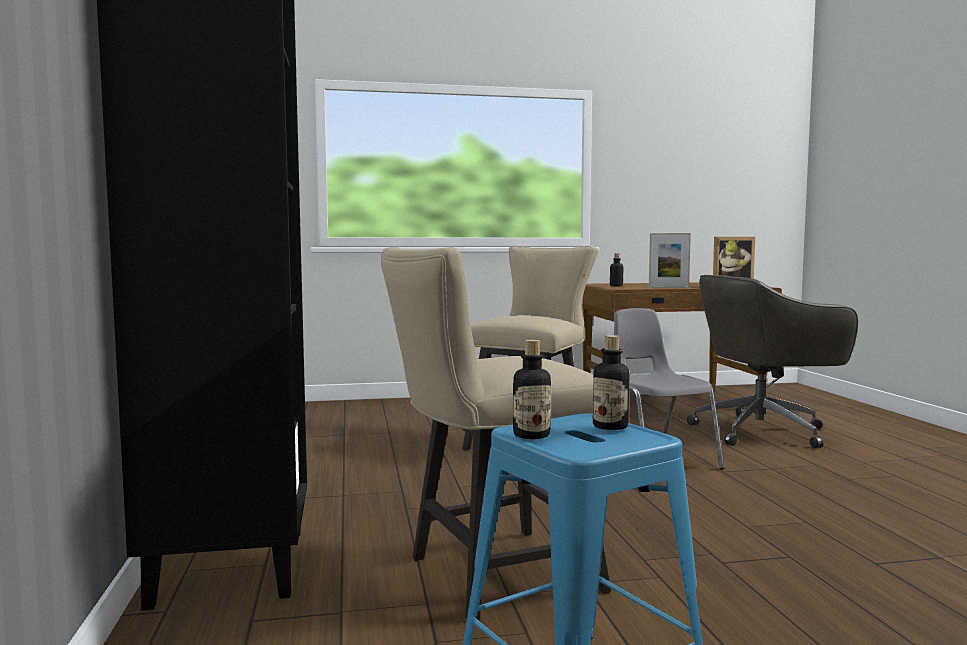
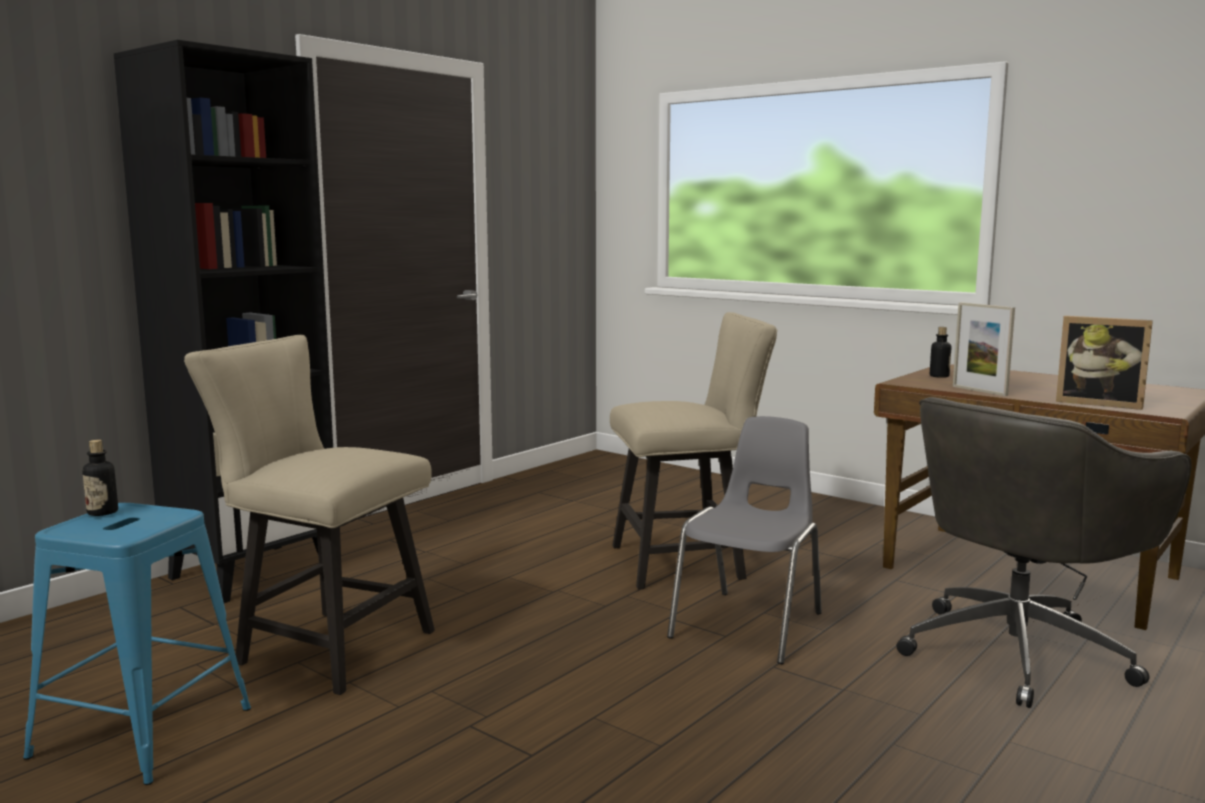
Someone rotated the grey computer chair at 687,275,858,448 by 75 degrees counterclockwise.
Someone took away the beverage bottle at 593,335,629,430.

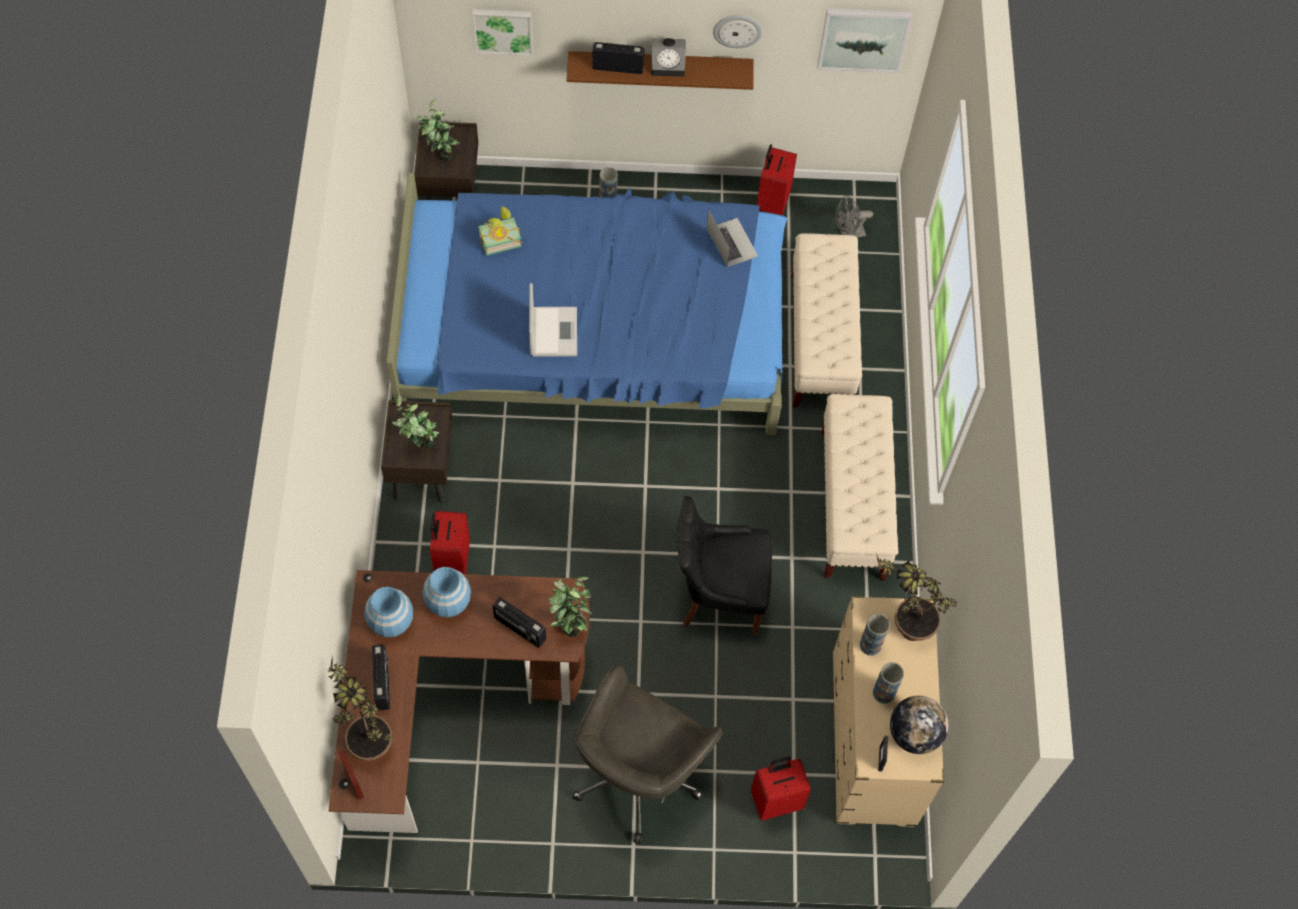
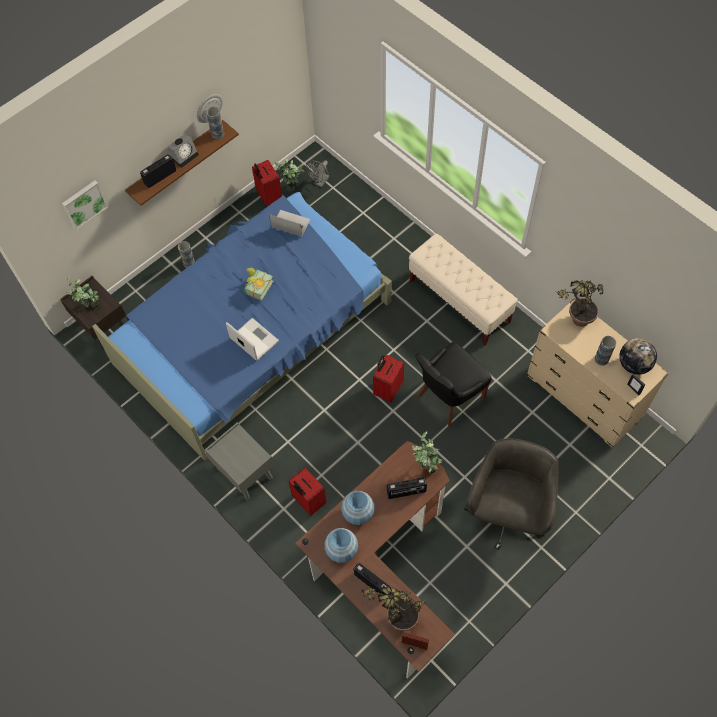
Someone took away the wall art at 817,8,913,73.
Someone carried the volume from 478,206,522,256 to 244,267,274,301.
Someone took away the beige-coloured bench at 791,233,862,407.
Someone carried the potted plant from 392,395,439,448 to 275,158,304,185.
Someone repainted the brownish bedside table at 381,400,453,503, which became the grey bedside table at 205,422,274,500.
Someone carried the decorative vase from 860,614,890,656 to 206,107,224,139.
Someone rotated the grey computer chair at 573,665,723,844 by 150 degrees counterclockwise.
Someone carried the red-coloured piece of luggage from 751,756,811,821 to 373,355,404,402.

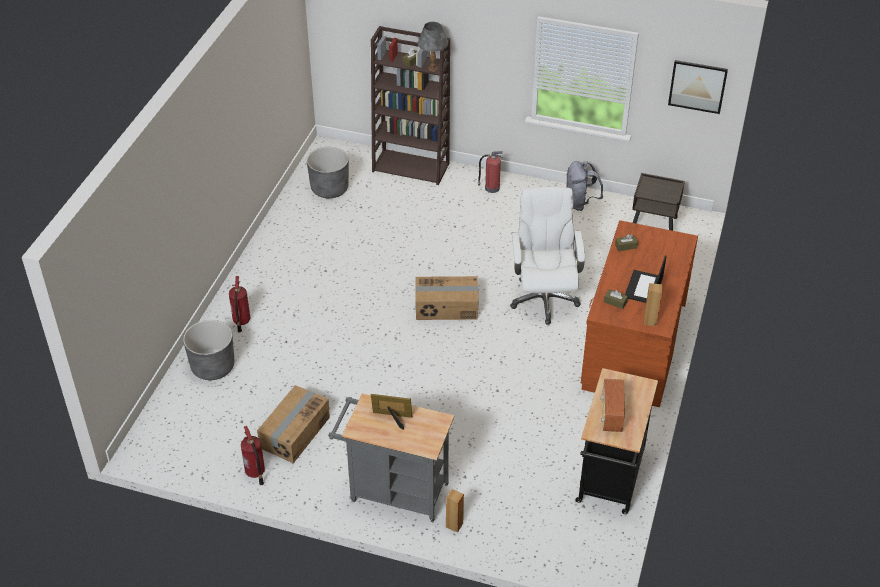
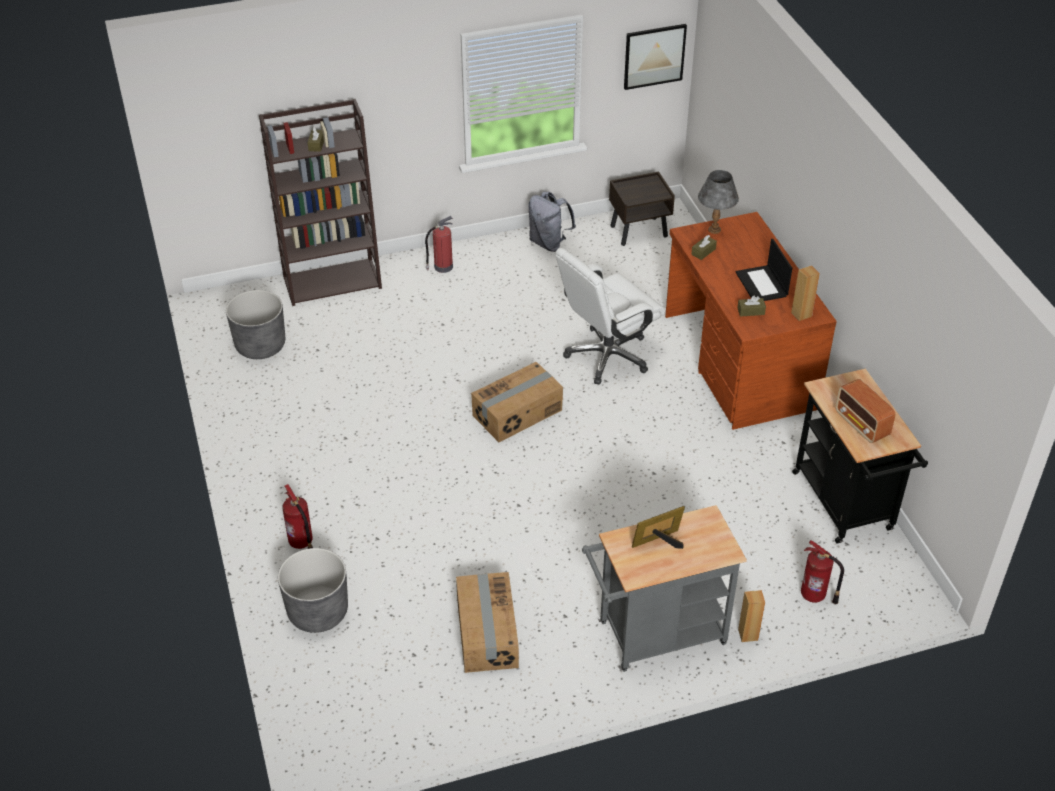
Someone carried the grey tabletop lamp from 418,22,448,72 to 698,170,739,234.
Someone rotated the whitish computer chair at 510,187,585,324 by 90 degrees counterclockwise.
Someone carried the fire-fighting cylinder from 241,426,265,485 to 801,540,844,604.

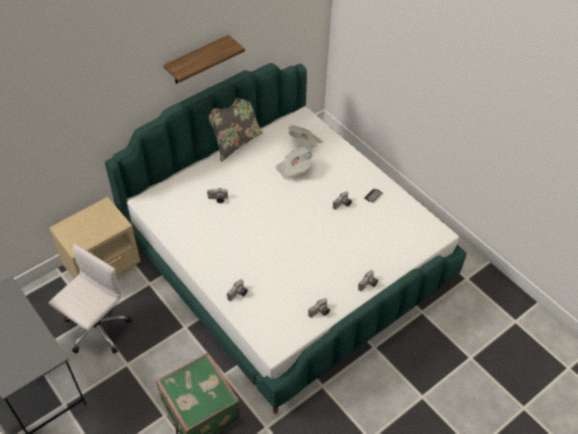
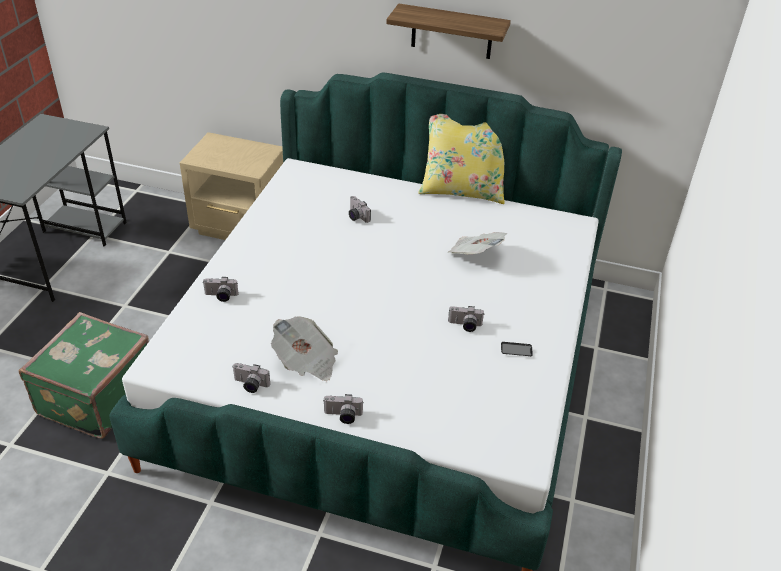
Someone repainted the grey throw pillow at 209,97,263,162, which became the yellowish throw pillow at 418,114,505,204.
Someone carried the newspaper from 288,125,323,147 to 271,316,338,381.
Someone took away the whitish computer chair at 49,244,132,354.

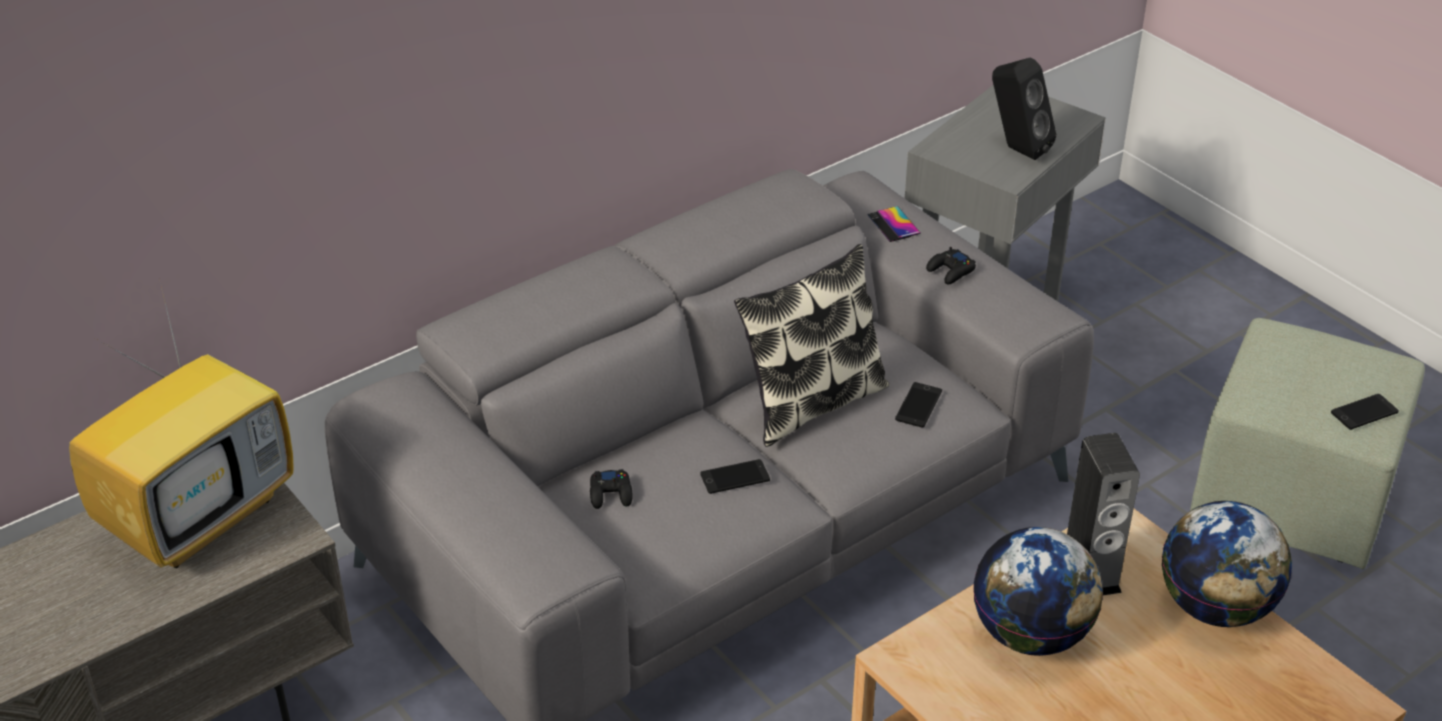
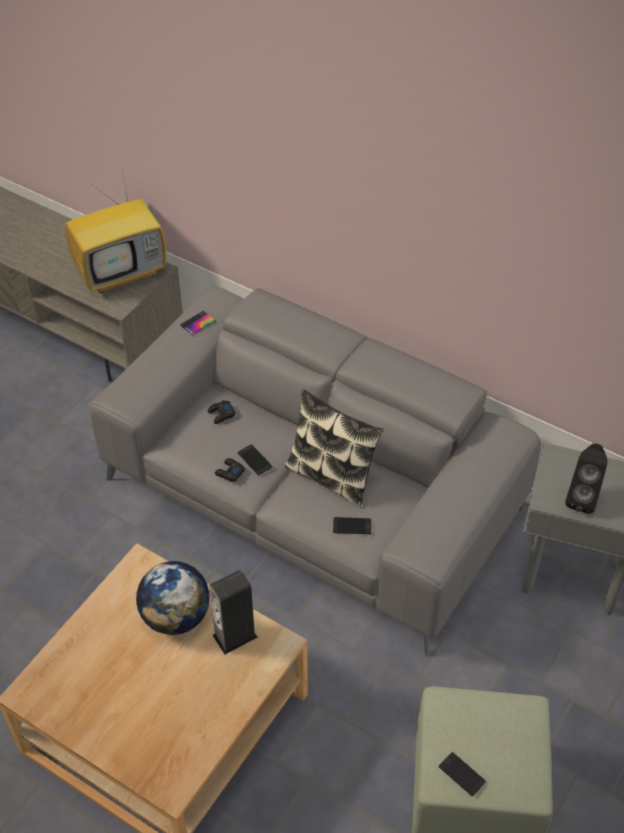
Someone carried the handset from 867,206,921,242 to 180,311,216,335.
Someone carried the black joypad from 926,247,976,284 to 215,458,245,482.
Someone rotated the television at 69,287,294,568 by 45 degrees counterclockwise.
Someone took away the globe at 1162,501,1292,627.

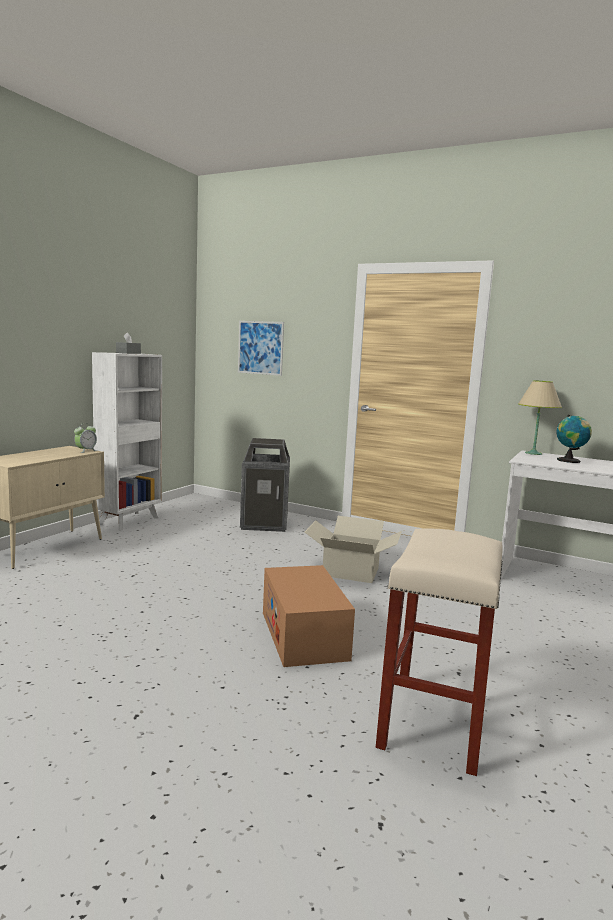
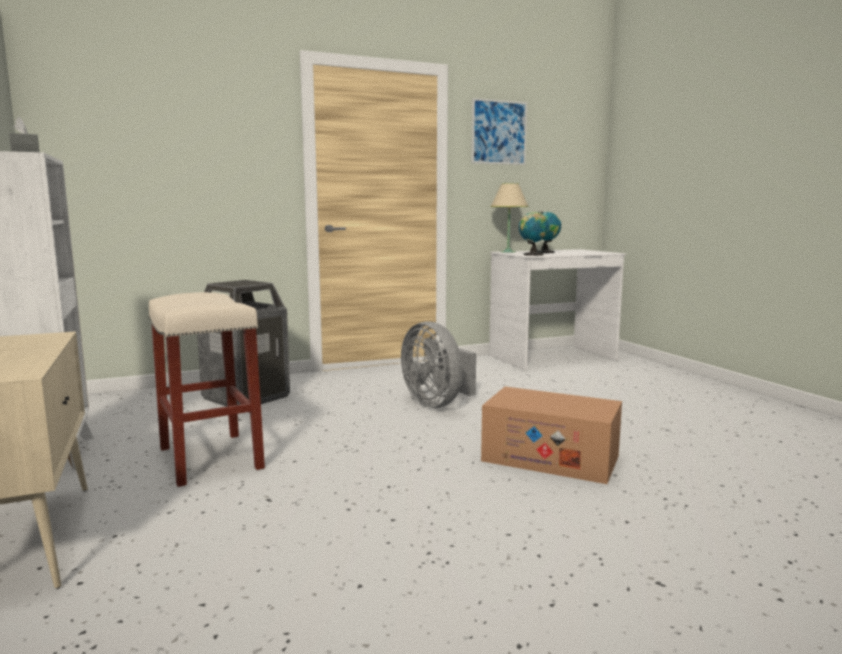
Someone carried the wall art from 238,321,284,376 to 471,98,527,165.
Someone took away the bedside clock at 74,423,97,453.
Someone swapped the carton at 305,516,402,583 for the grey cooling fan at 401,321,476,408.
Someone carried the beige-coloured stool seat from 376,528,503,776 to 148,292,265,487.
Someone put down the globe at 519,211,549,256.

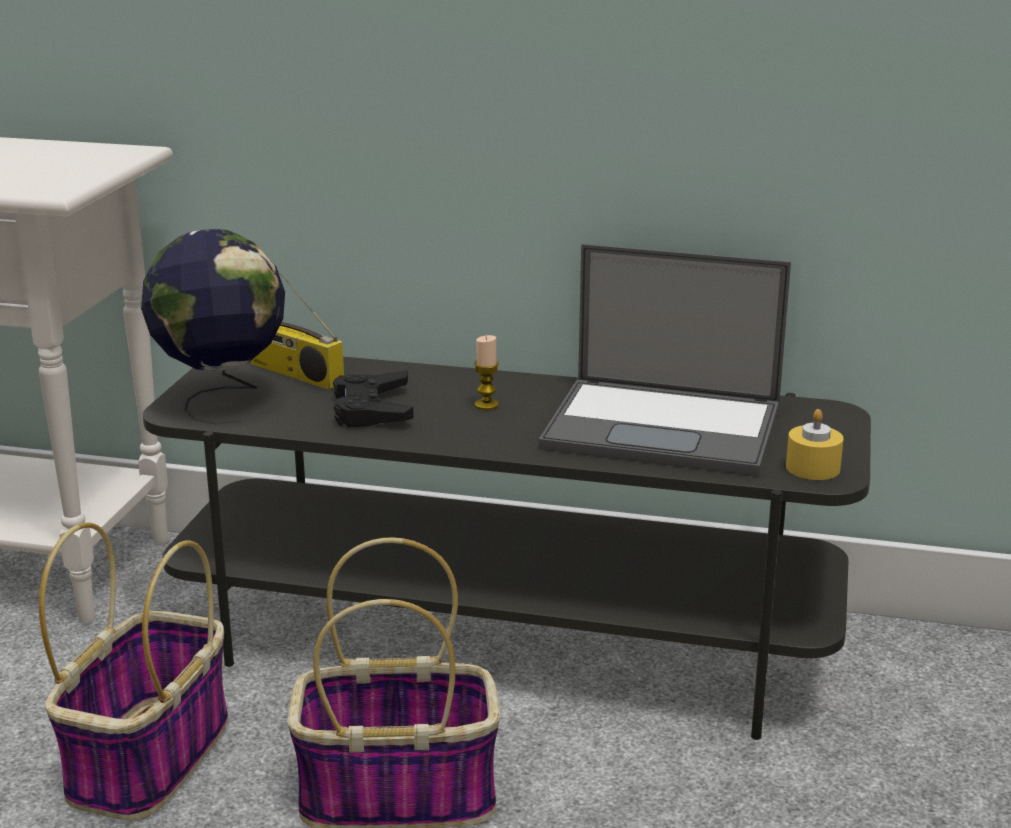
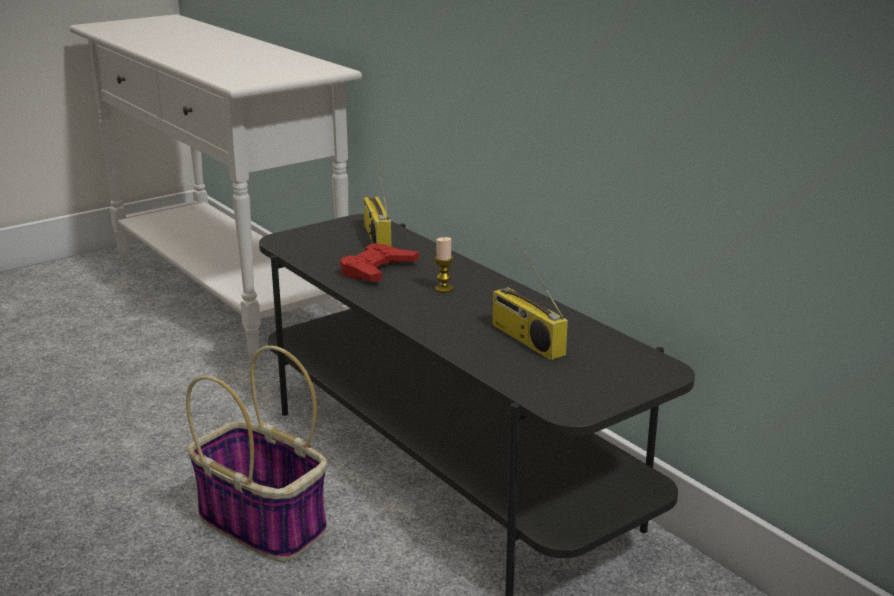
Someone took away the globe at 141,229,285,425.
Someone swapped the portable computer at 539,244,791,476 for the radio at 492,238,568,360.
Someone repainted the black joypad at 333,370,414,427, which became the red-coloured joypad at 340,243,419,281.
Someone took away the yellowish wax candle at 786,409,844,480.
Someone took away the basket at 39,522,229,821.

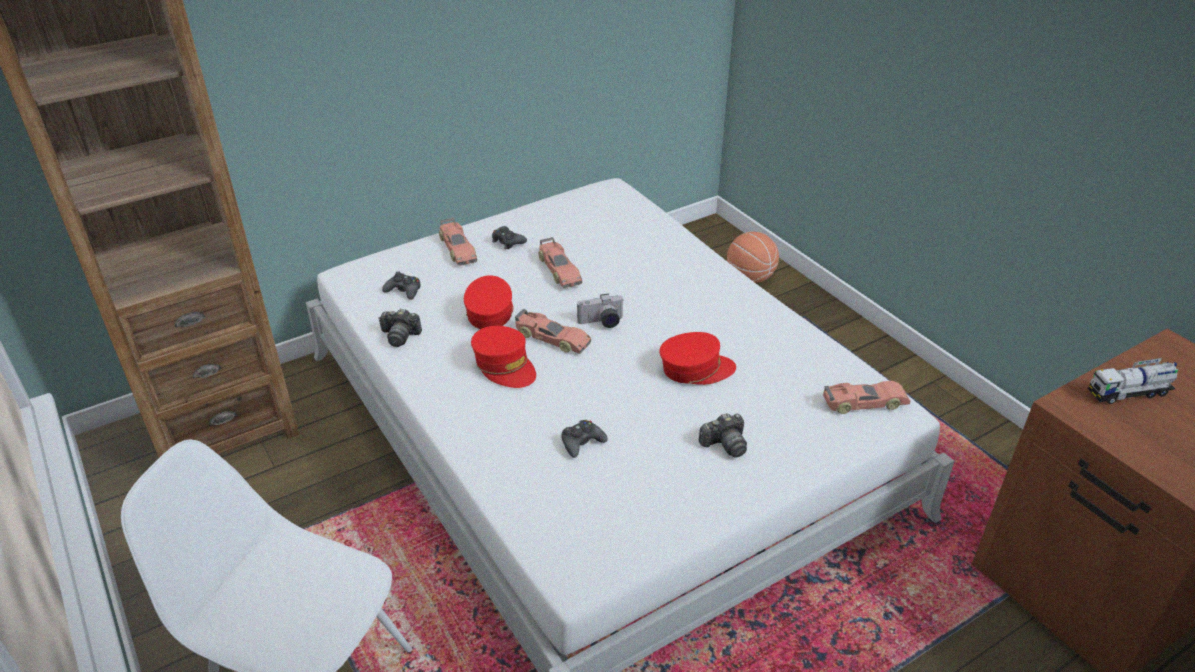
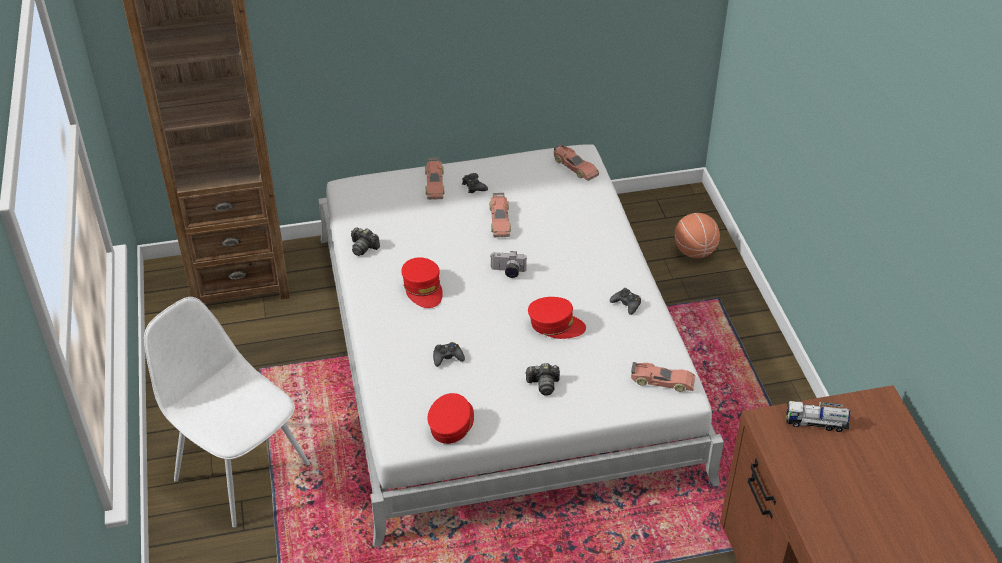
Someone carried the black joypad from 382,271,420,300 to 610,288,641,315.
Someone carried the red-coloured baseball cap from 464,275,513,329 to 427,393,474,444.
Someone carried the toy car from 515,309,591,354 to 554,143,599,181.

